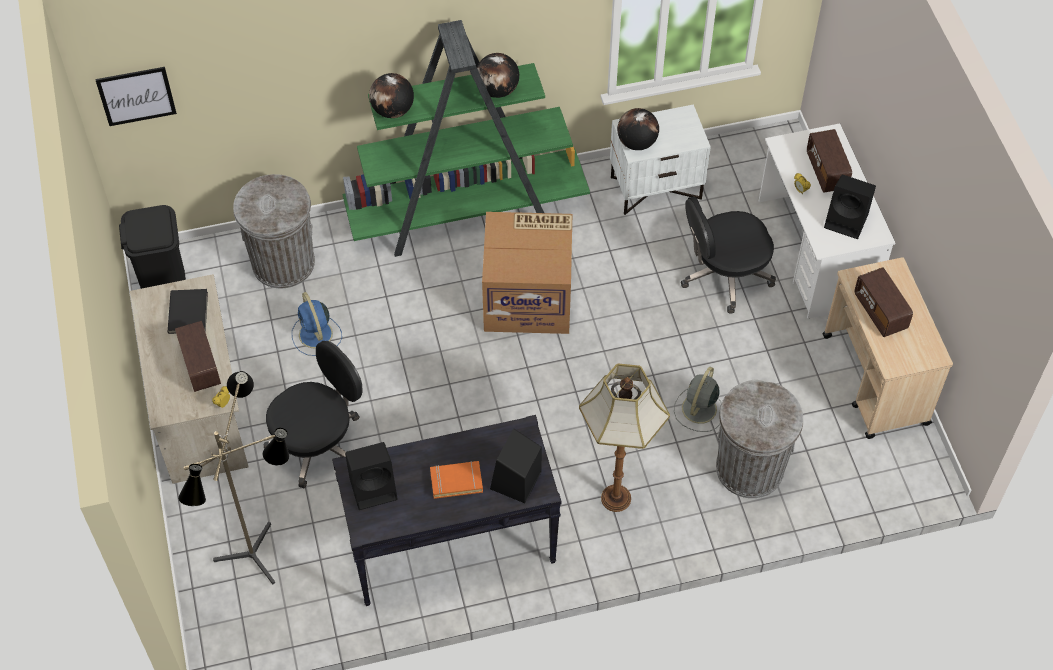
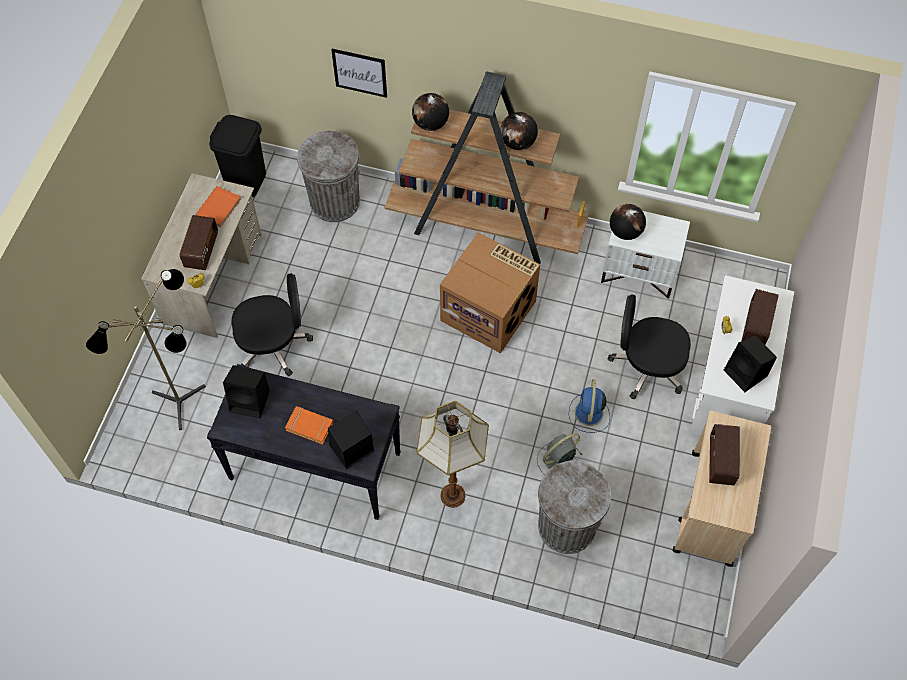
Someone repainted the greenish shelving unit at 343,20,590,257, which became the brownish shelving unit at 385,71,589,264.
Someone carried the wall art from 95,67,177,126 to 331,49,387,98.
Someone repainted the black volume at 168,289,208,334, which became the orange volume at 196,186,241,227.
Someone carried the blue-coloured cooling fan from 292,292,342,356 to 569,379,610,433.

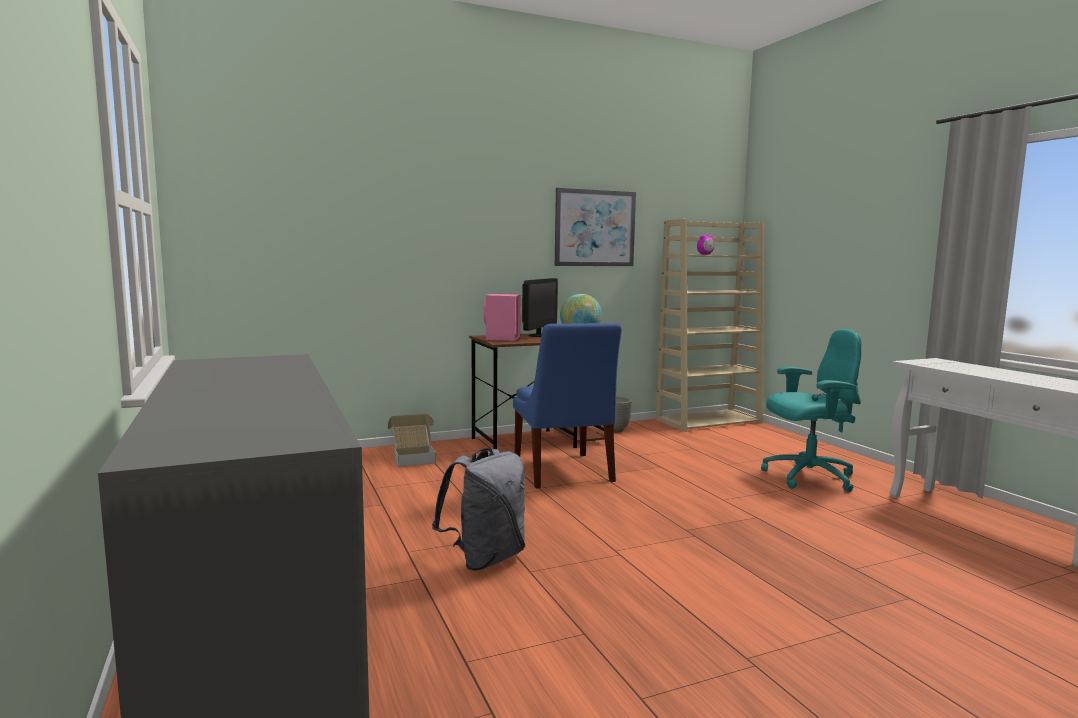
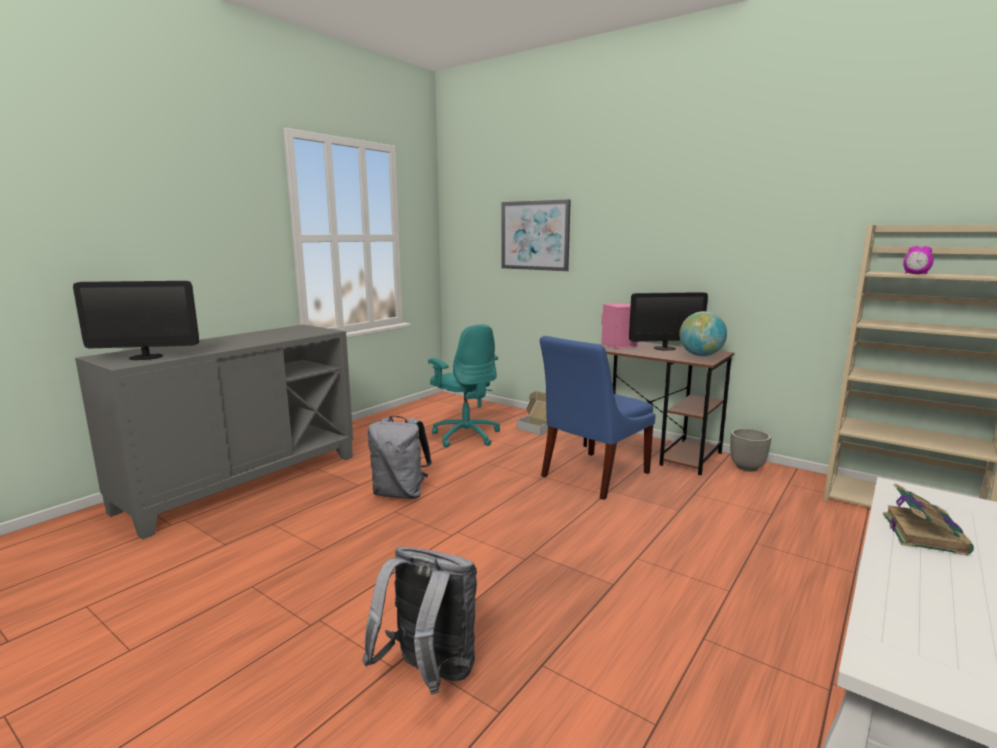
Someone carried the wall art from 555,188,636,266 to 501,199,571,271.
Someone carried the turquoise computer chair from 761,329,861,492 to 428,324,500,447.
Someone put down the computer display at 73,281,199,360.
Someone put down the volume at 883,483,974,556.
Someone put down the grey rucksack at 362,547,477,694.

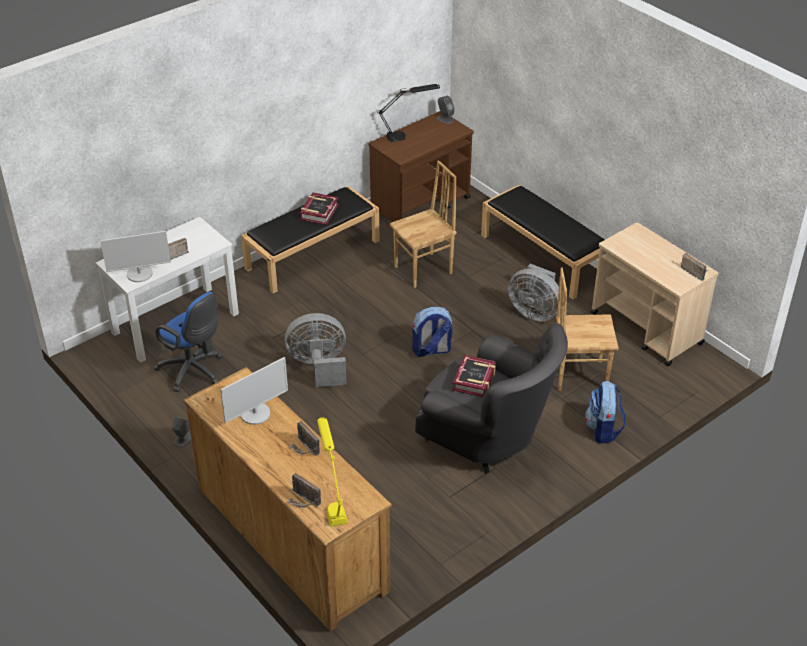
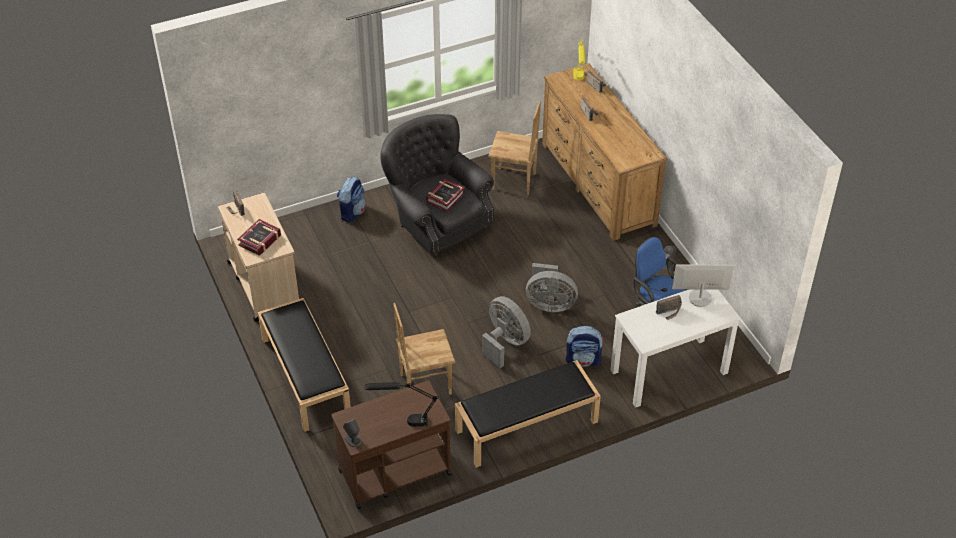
Someone carried the volume from 300,193,339,225 to 237,219,281,256.
Someone carried the grey cooling fan from 508,264,559,321 to 482,296,531,368.
Someone carried the brownish chair from 556,268,619,391 to 488,101,541,195.
Someone carried the rucksack from 412,307,453,357 to 566,326,604,367.
Someone took away the computer display at 220,357,288,425.

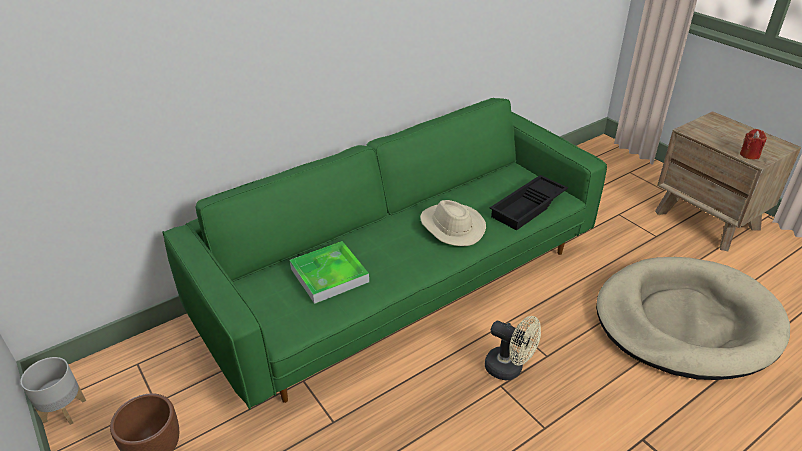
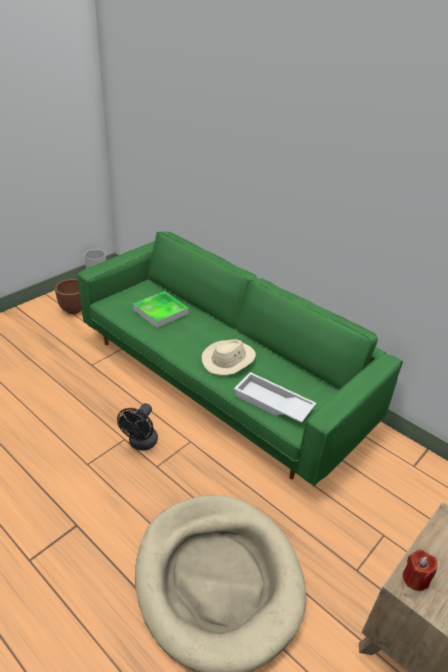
Someone repainted the black serving tray at 490,175,568,230, which became the whitish serving tray at 234,372,316,422.
Someone repainted the beige-coloured cooling fan at 485,316,541,380, which became the black cooling fan at 117,403,158,451.

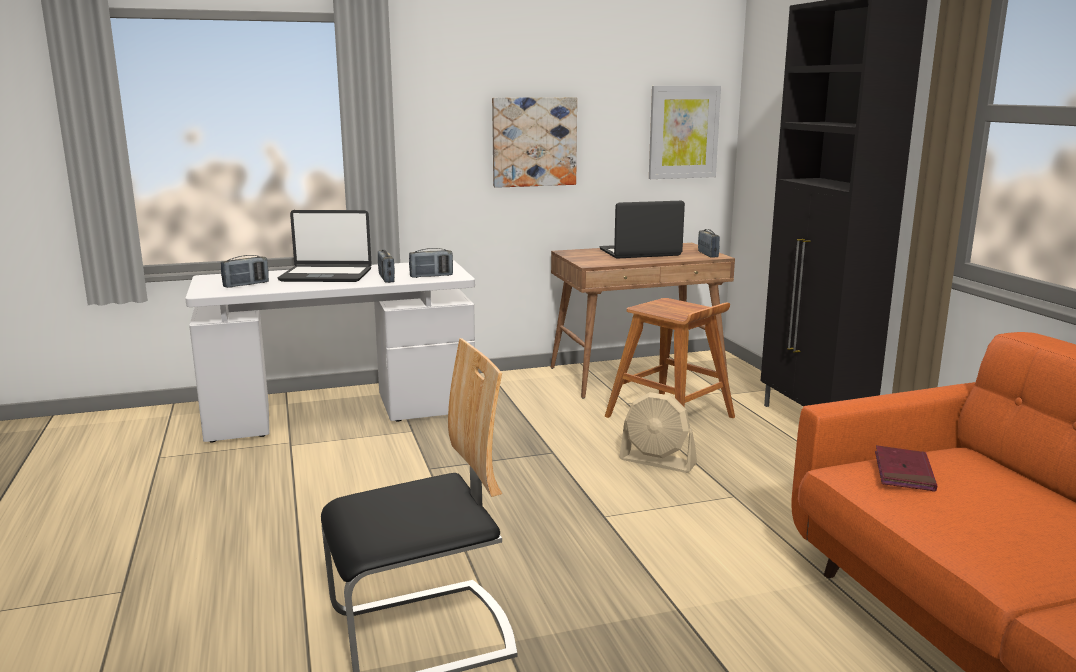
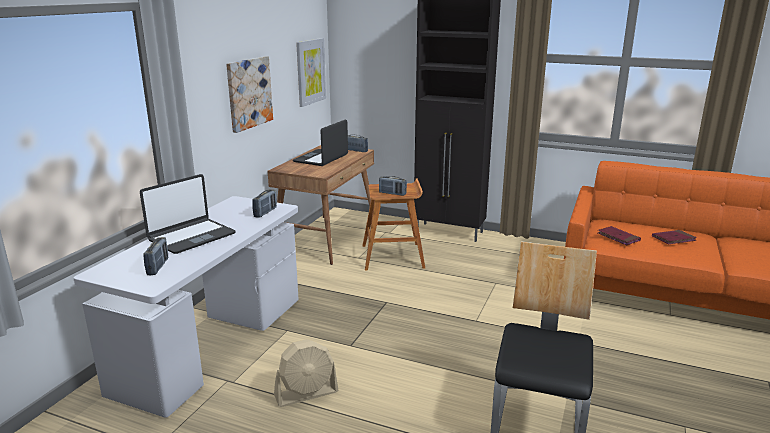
Someone carried the radio from 378,250,395,283 to 379,176,407,196.
Someone carried the beige-coloured cooling fan from 619,392,697,473 to 274,339,338,407.
Someone put down the red-coloured volume at 652,230,697,244.

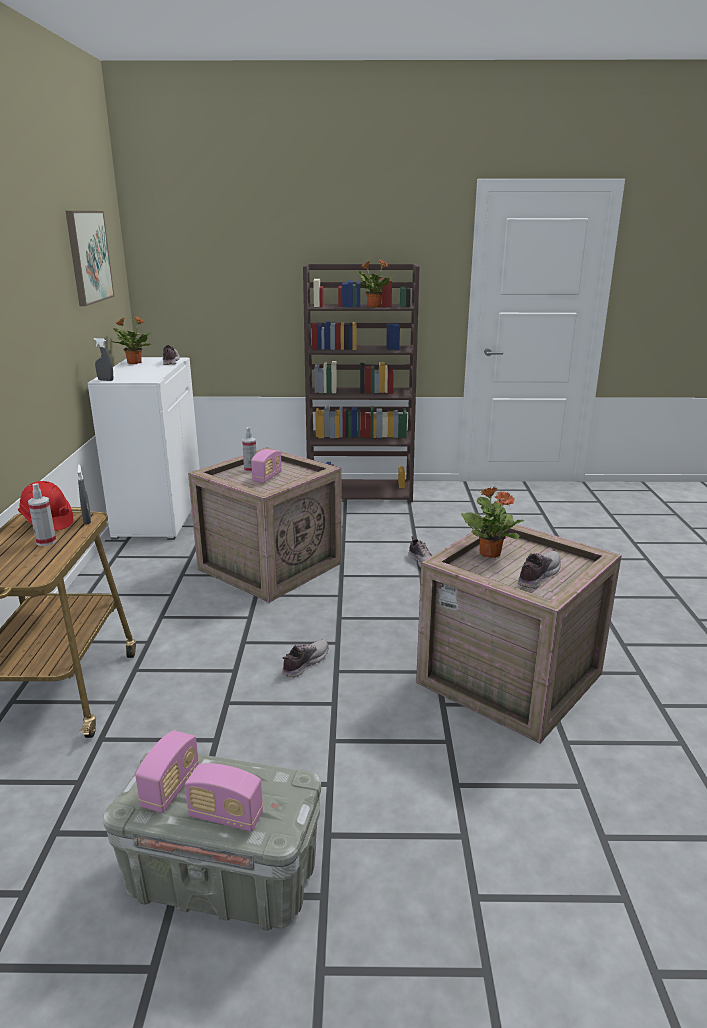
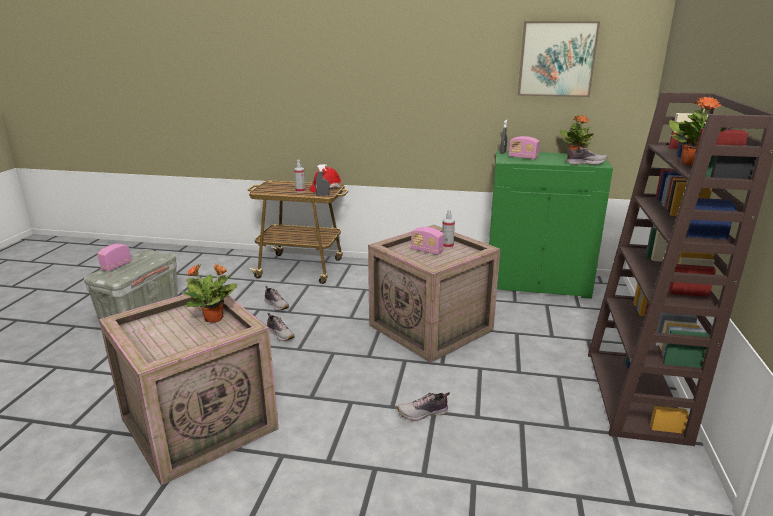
Someone repainted the whitish storage cabinet at 88,357,200,540, which became the greenish storage cabinet at 489,151,613,299.
Someone carried the shoe from 518,551,561,589 to 265,286,289,311.
Someone carried the radio from 135,730,199,813 to 509,136,540,160.

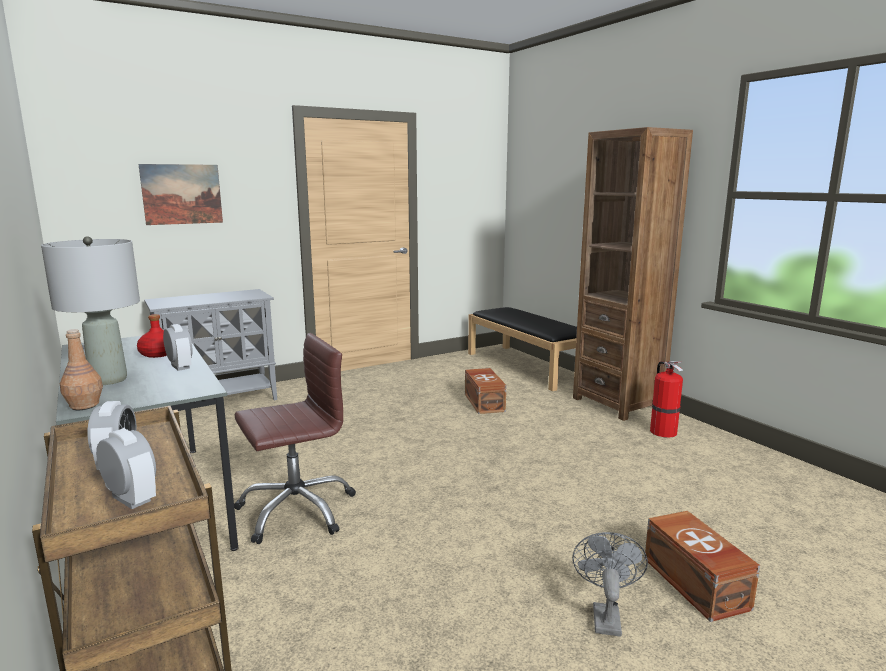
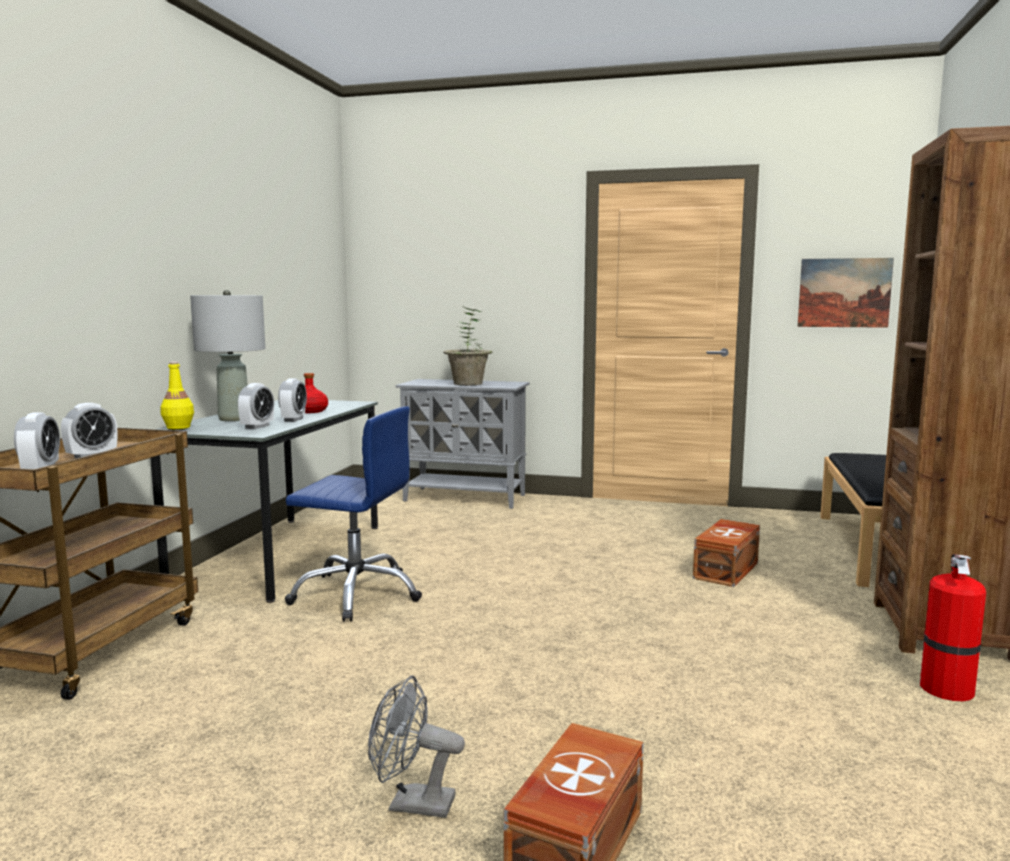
Someone carried the wall art from 138,164,223,225 to 797,258,894,328.
Someone repainted the brownish beverage bottle at 60,329,103,410, which became the yellowish beverage bottle at 160,361,194,429.
Someone repainted the brownish computer chair at 234,333,356,544, which became the blue-coloured computer chair at 285,406,422,621.
Someone rotated the grey cooling fan at 572,532,648,637 by 135 degrees counterclockwise.
Someone put down the potted plant at 443,306,492,385.
Someone put down the bedside clock at 238,383,274,429.

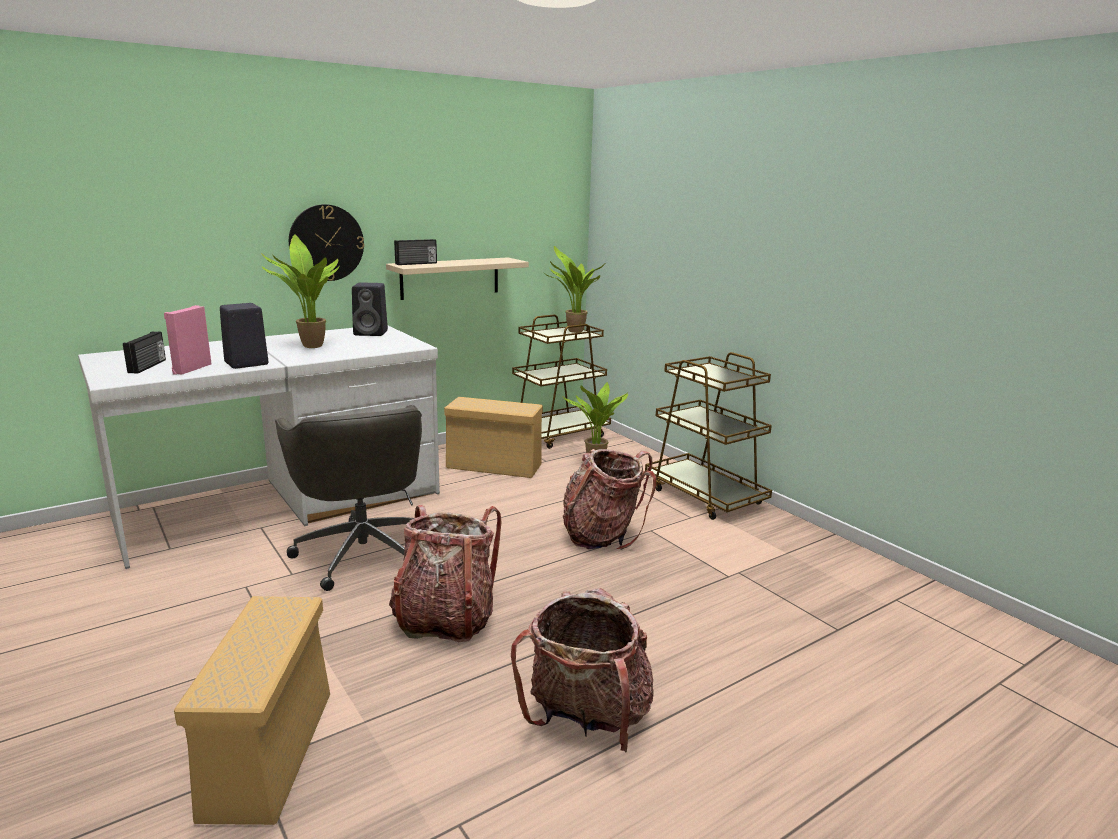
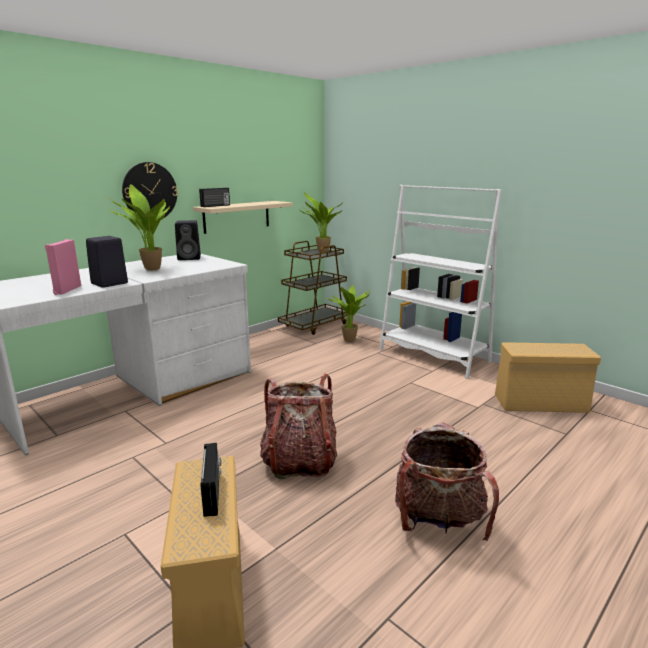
Someone carried the radio from 123,332,166,374 to 200,443,221,517.
Someone swapped the brownish trolley at 645,352,772,520 for the whitish shelving unit at 379,185,502,379.
Someone carried the beige-coloured storage box from 444,397,543,478 to 495,342,601,413.
Someone took away the grey computer chair at 275,405,422,591.
Someone took away the rucksack at 563,449,656,550.

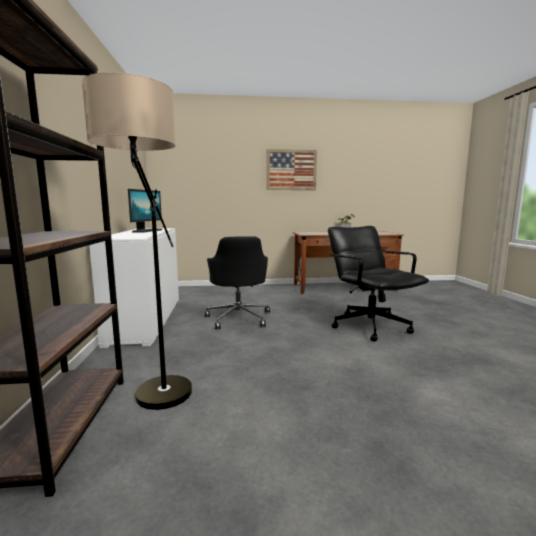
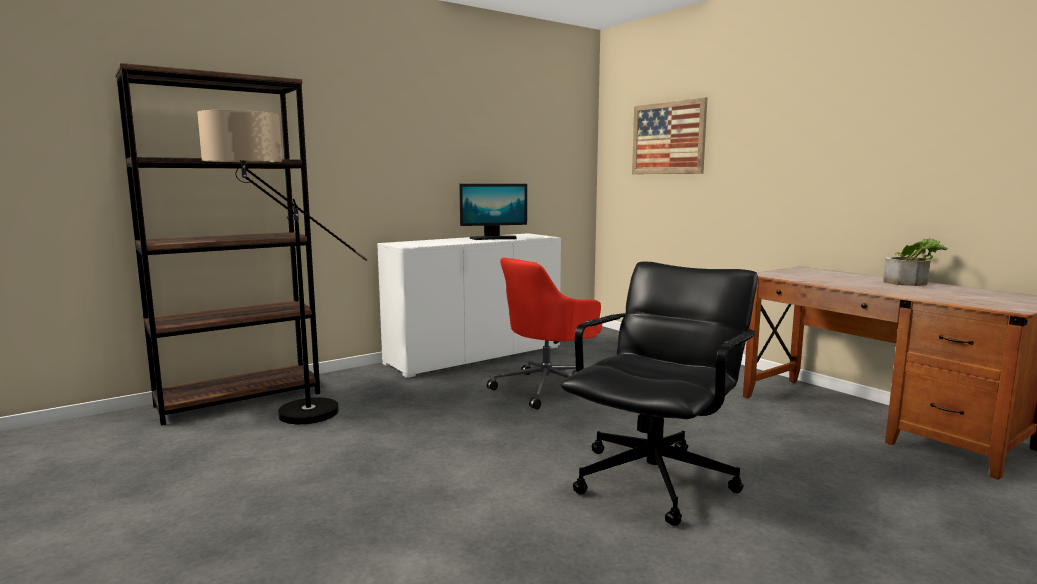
Someone carried the wall art from 266,149,317,190 to 632,97,707,174.
Someone repainted the black computer chair at 205,236,270,329, which became the red-coloured computer chair at 487,258,602,410.

